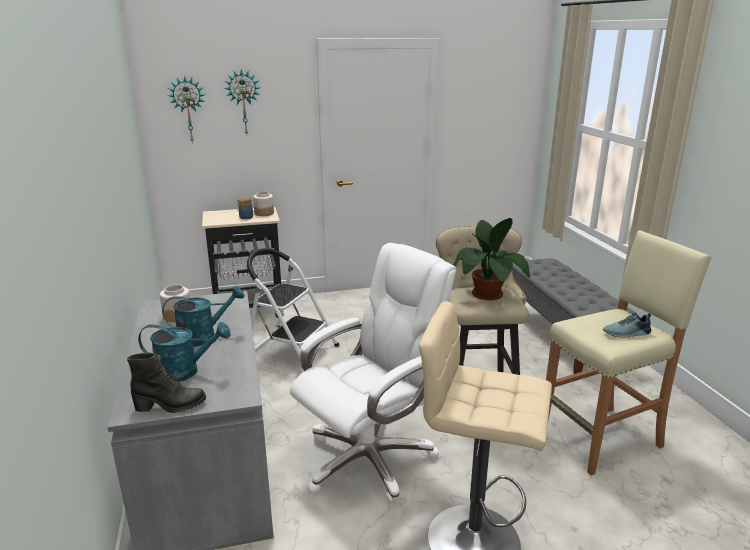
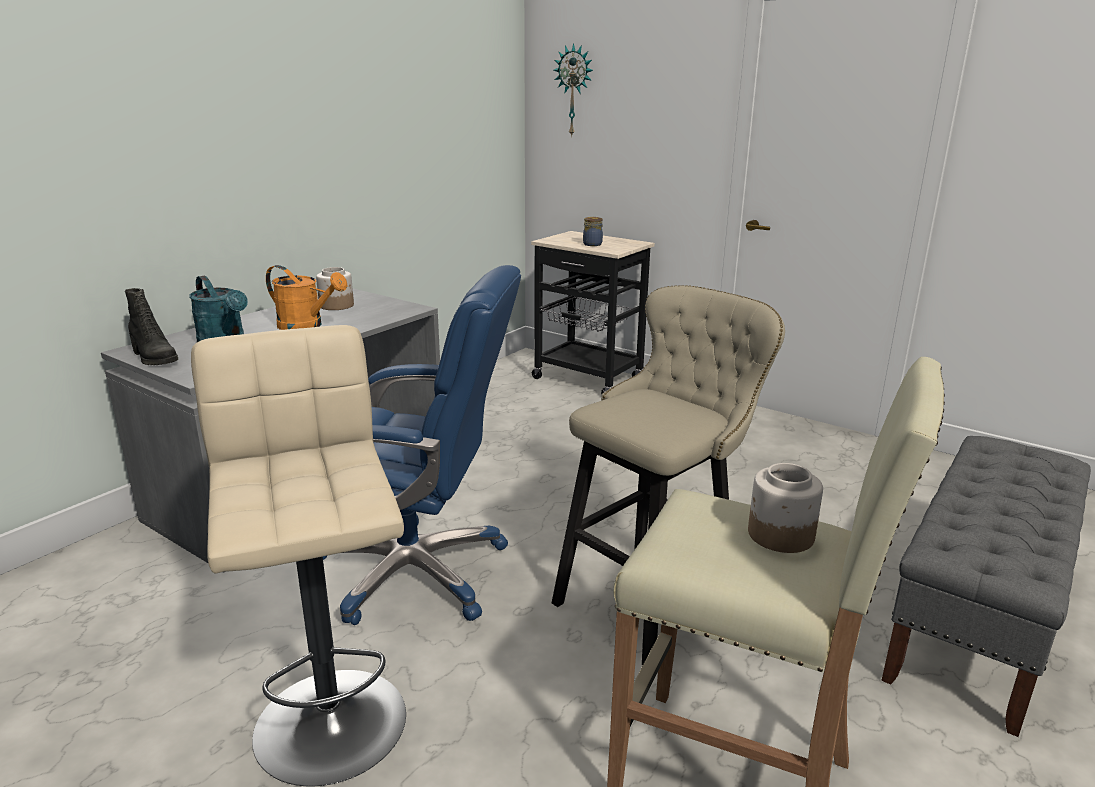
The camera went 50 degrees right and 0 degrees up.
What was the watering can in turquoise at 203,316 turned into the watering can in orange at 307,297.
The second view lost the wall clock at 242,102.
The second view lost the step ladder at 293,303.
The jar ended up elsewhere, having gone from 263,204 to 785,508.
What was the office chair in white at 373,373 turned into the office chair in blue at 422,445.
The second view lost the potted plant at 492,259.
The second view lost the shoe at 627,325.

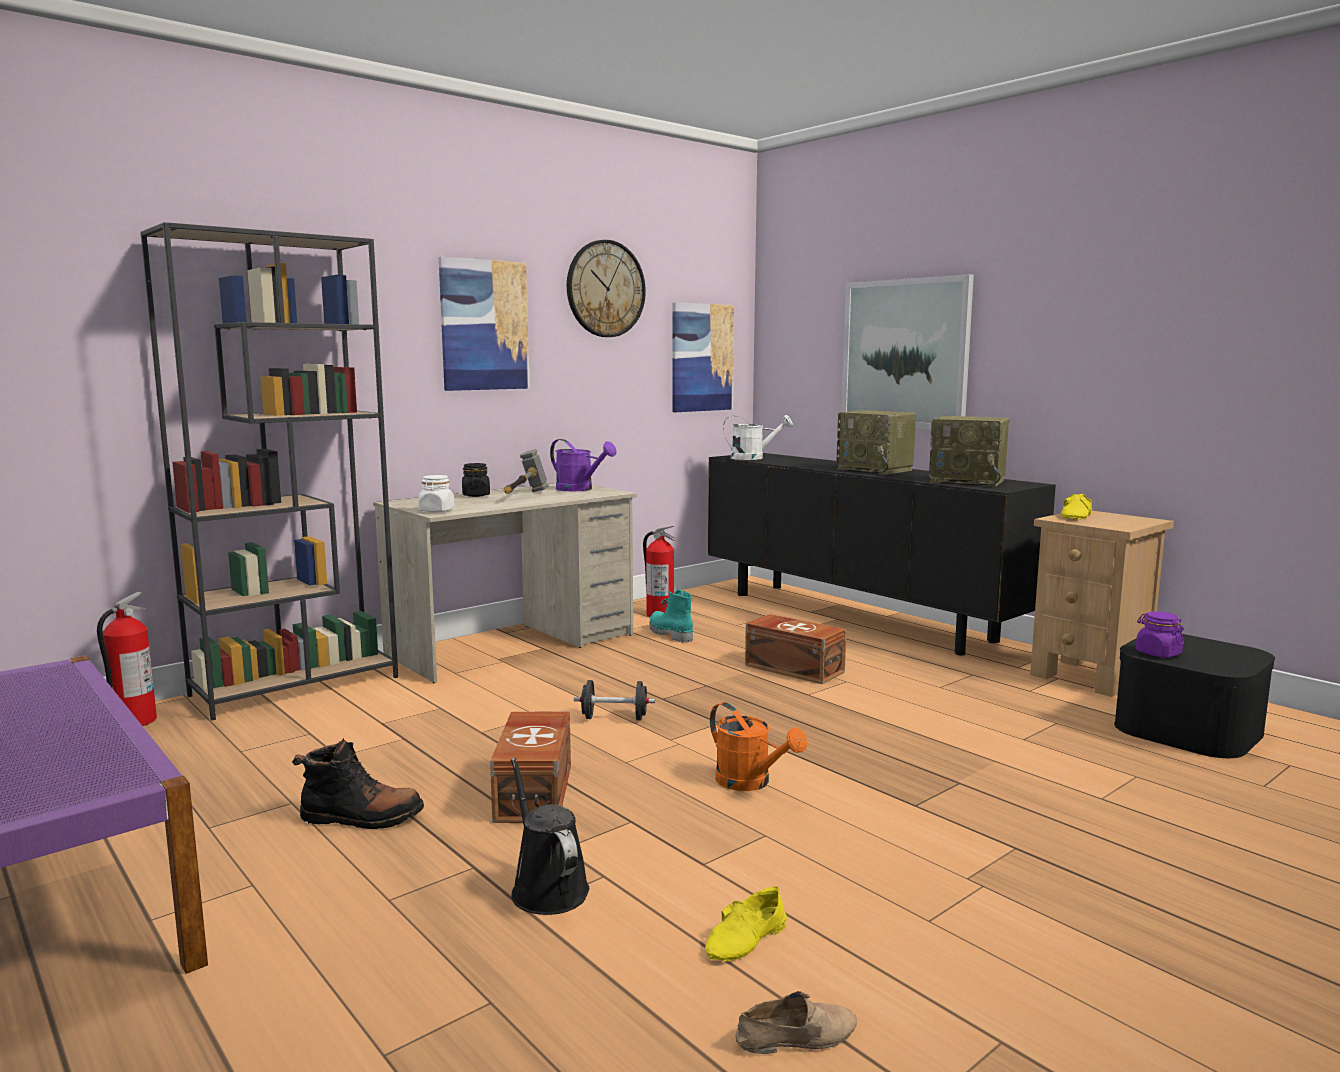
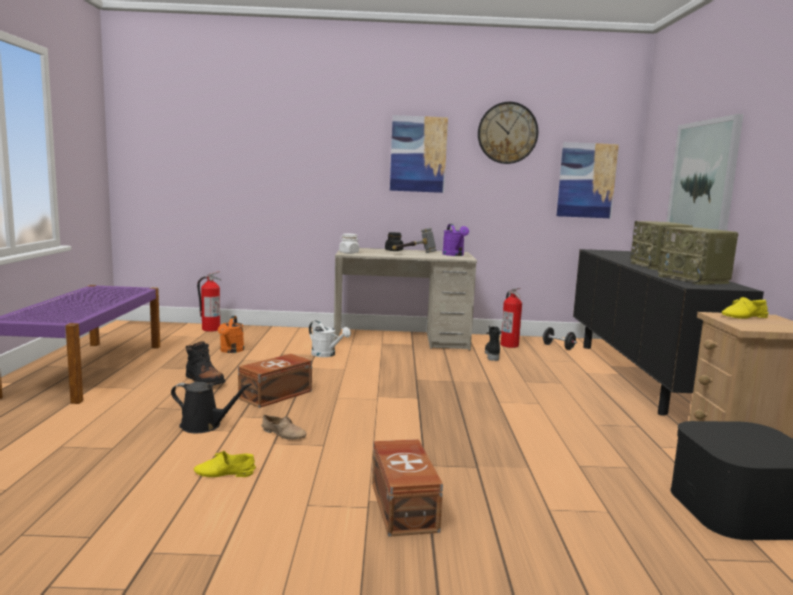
The camera went 40 degrees right and 0 degrees up.
The second view lost the bookcase at 269,471.
The watering can in black at 550,836 ended up facing another way, 90 degrees clockwise from before.
The dumbbell in black ended up elsewhere, having gone from 614,700 to 559,338.
What was the boot in turquoise at 671,616 turned into the boot in black at 493,343.
The watering can in orange ended up elsewhere, having gone from 758,746 to 231,334.
The watering can in white ended up elsewhere, having gone from 758,437 to 330,339.
The shoe in beige ended up elsewhere, having gone from 796,1022 to 284,427.
The storage box in brown ended up elsewhere, having gone from 795,649 to 407,488.
The second view lost the jar in purple at 1160,634.

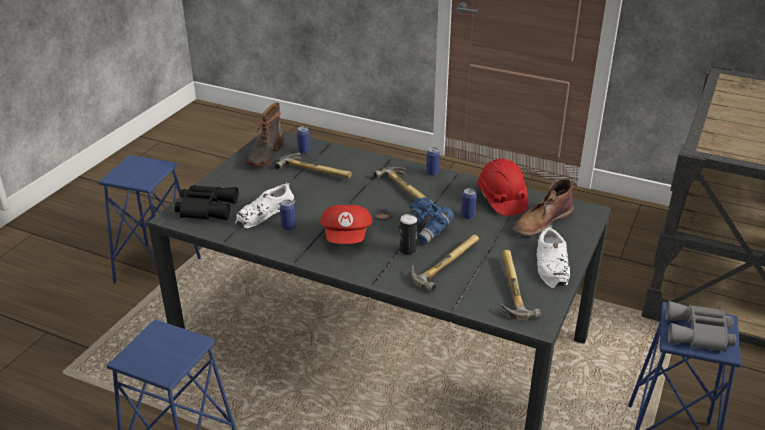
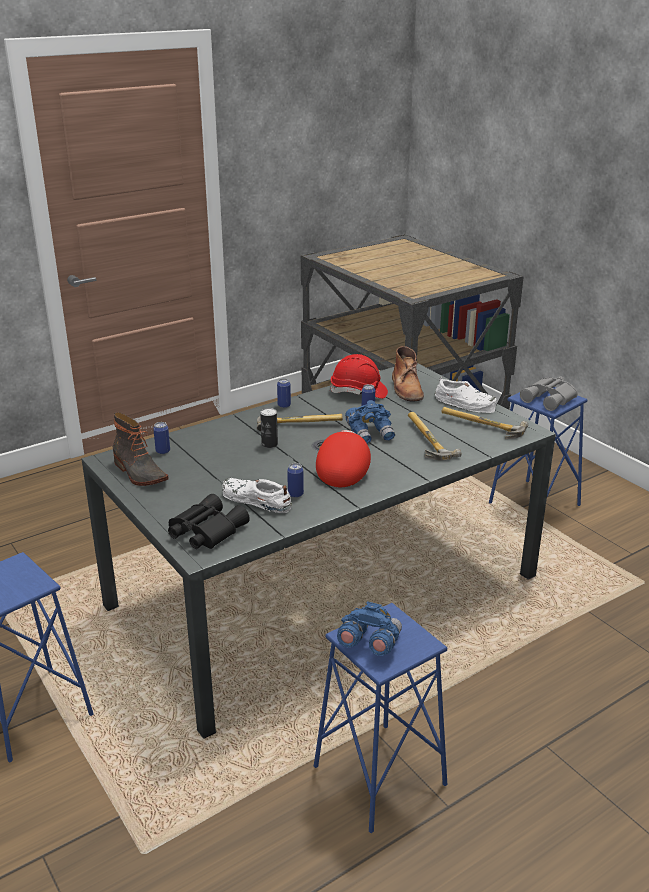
The camera went 60 degrees left and 5 degrees down.
The shoe in white at 265,204 ended up facing another way, 135 degrees clockwise from before.
The second view lost the hammer at 313,165.
The cap in red at 346,224 ended up facing another way, 105 degrees counterclockwise from before.
The can ended up elsewhere, having gone from 408,234 to 269,428.
The second view gained the binoculars in blue at 369,628.

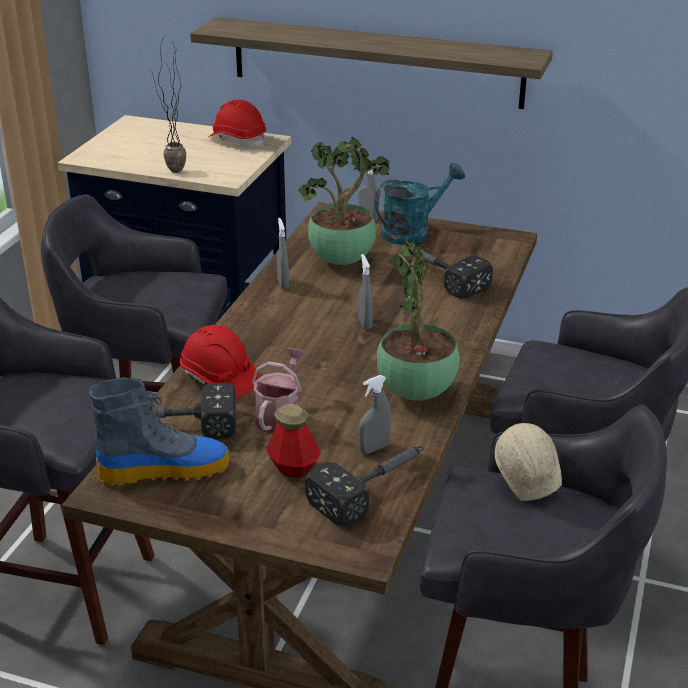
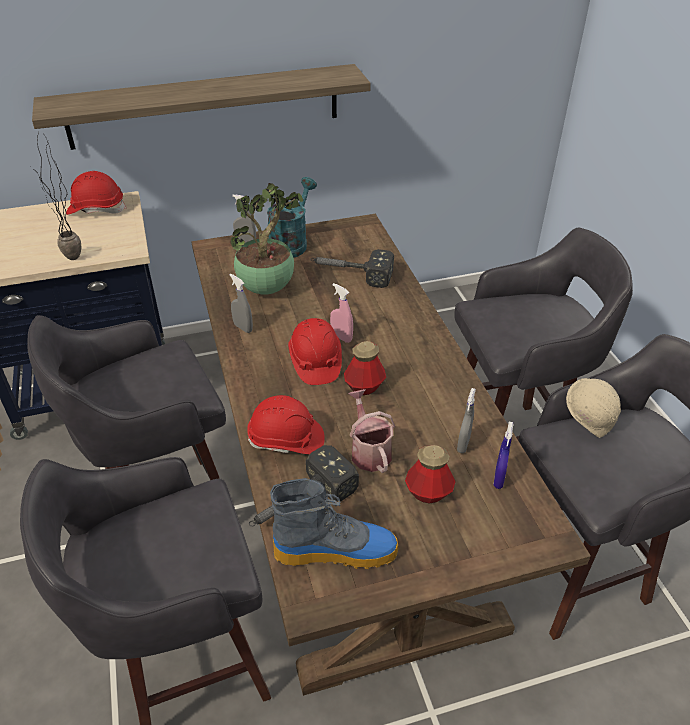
The camera went 35 degrees left and 10 degrees up.
The boot at 159,431 ended up facing another way, 45 degrees clockwise from before.
Where the hammer stood at 364,486, the spray bottle in blue came to stand at 503,455.
What was the spray bottle in grey at 365,292 turned into the spray bottle in pink at 341,313.
The second view lost the potted plant at 418,320.
The second view gained the hard hat in red at 315,351.
The second view gained the bottle at 365,368.

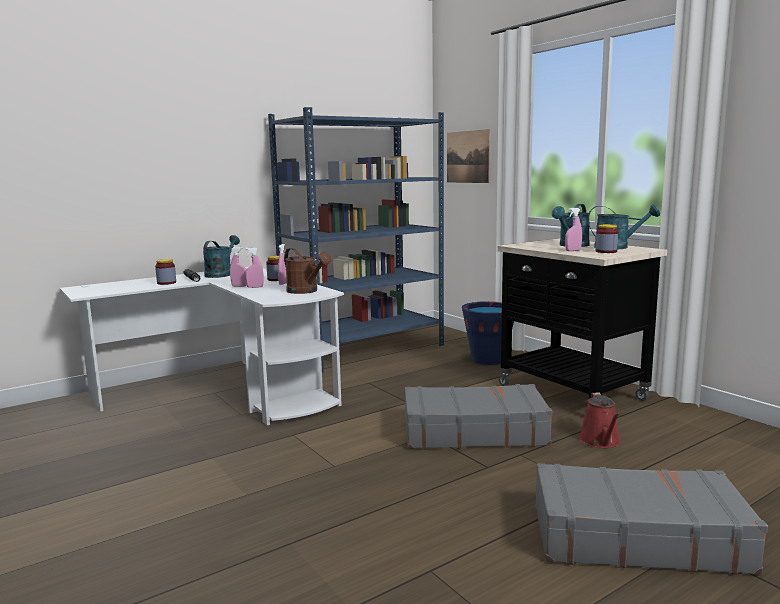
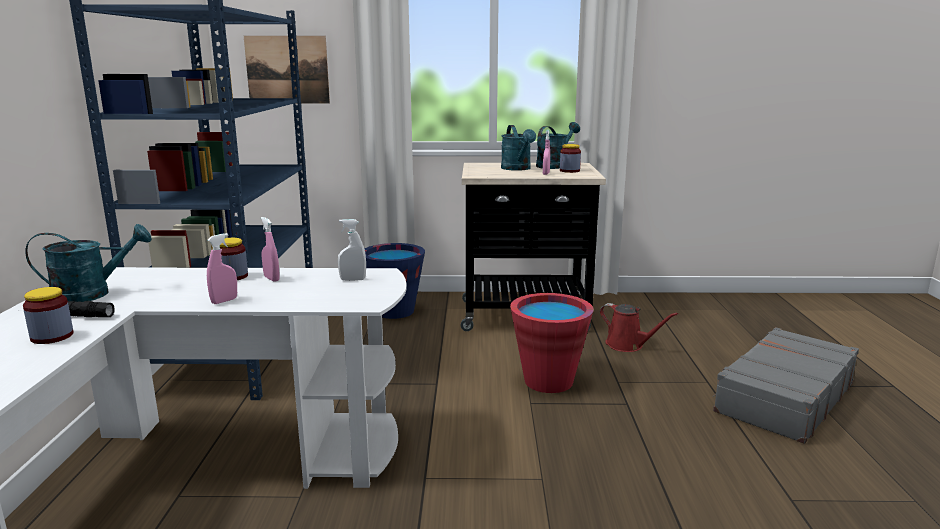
The camera went 55 degrees left and 5 degrees up.
The watering can in turquoise at 221,256 ended up facing another way, 105 degrees clockwise from before.
The second view lost the spray bottle in pink at 254,267.
Where the watering can in brown stood at 307,271, the spray bottle in white came to stand at 352,250.
Where the suitcase in grey stood at 479,416, the bucket in red came to stand at 552,343.

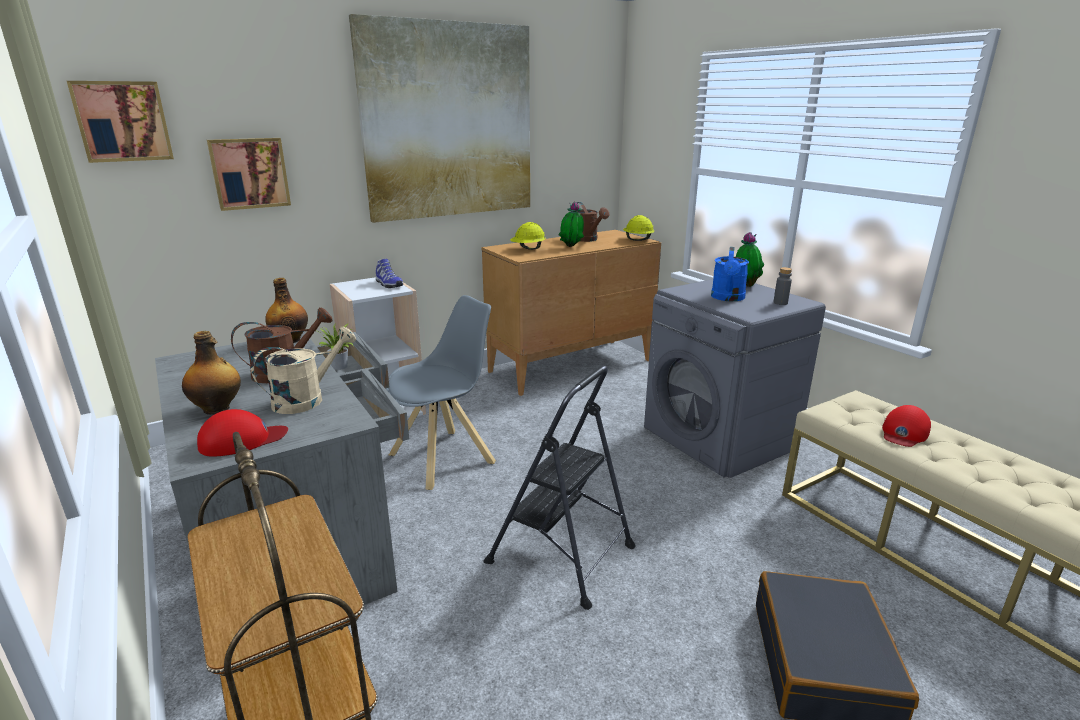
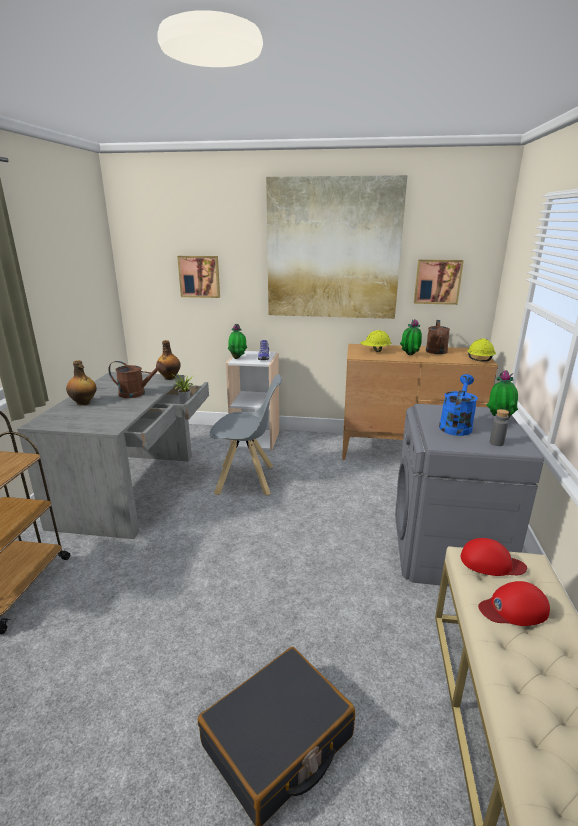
The camera went 40 degrees right and 0 degrees up.
The picture ended up elsewhere, having gone from 120,122 to 439,282.
The cap in red ended up elsewhere, having gone from 242,433 to 494,557.
The second view lost the watering can in beige at 303,370.
The second view lost the step ladder in black at 559,488.
The watering can in blue at 730,274 ended up facing another way, 150 degrees clockwise from before.
The second view gained the potted plant at 237,341.

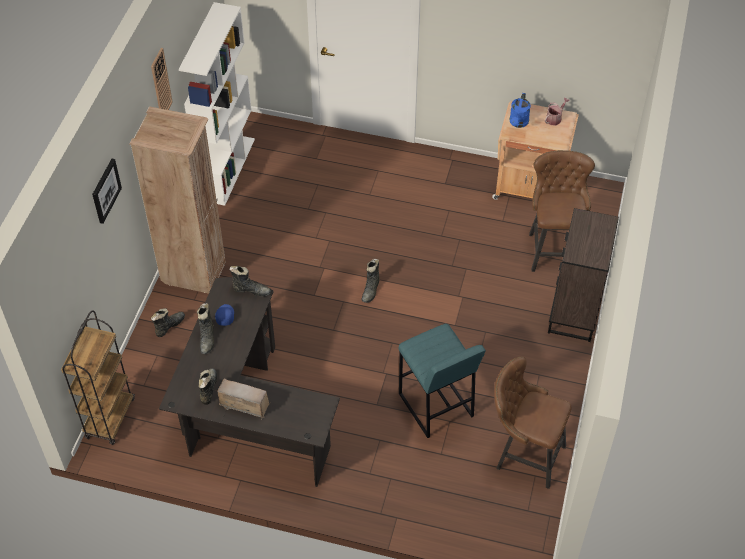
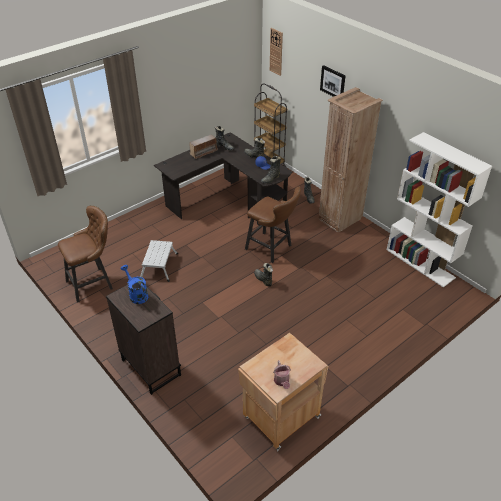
The camera went 125 degrees right and 10 degrees down.
The wall clock ended up elsewhere, having gone from 162,79 to 276,52.
Where the stool in turquoise stood at 442,381, the step ladder in white came to stand at 159,261.
The watering can in blue ended up elsewhere, having gone from 520,110 to 134,284.
The stool in brown ended up elsewhere, having gone from 562,211 to 273,224.

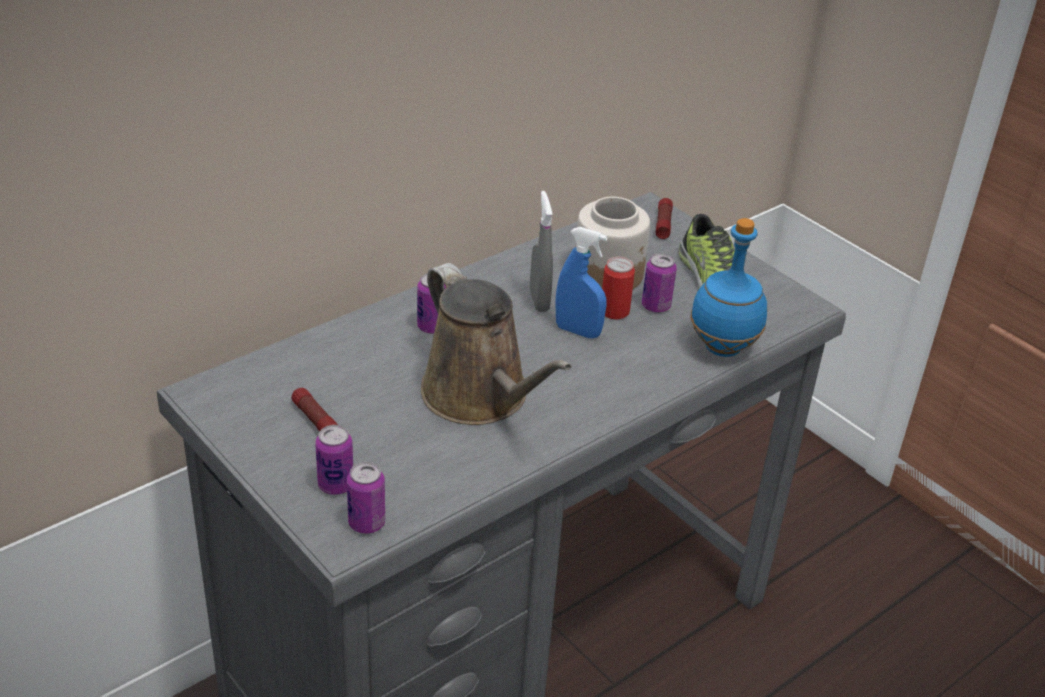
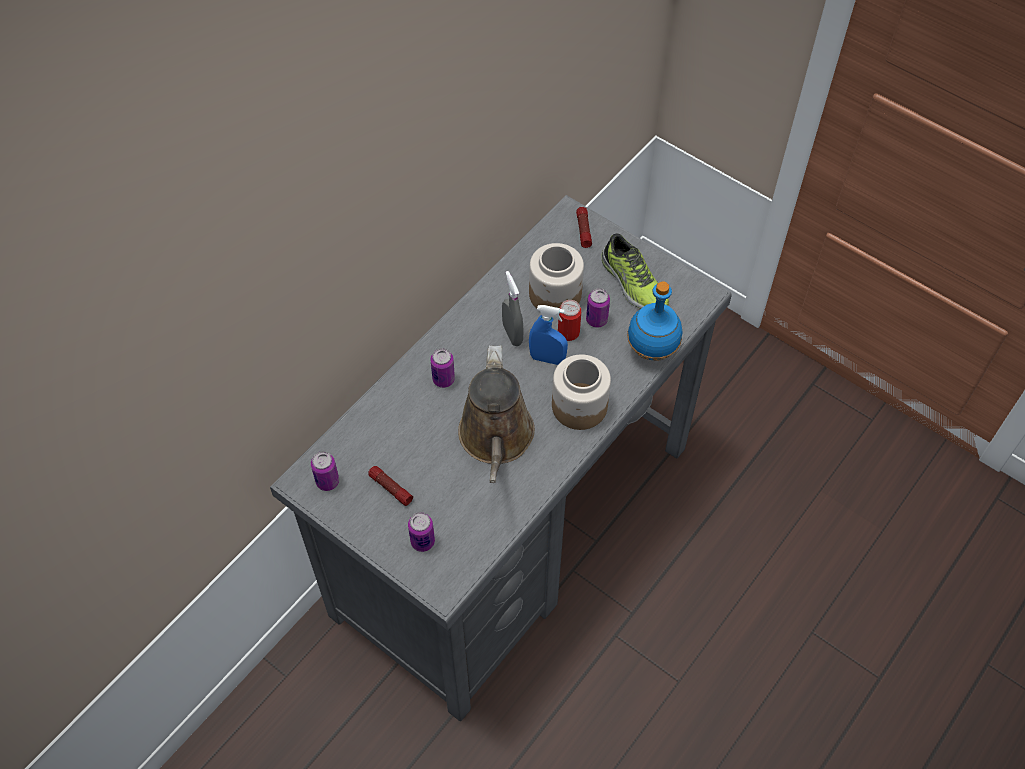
The camera went 10 degrees left and 20 degrees up.
The can ended up elsewhere, having gone from 366,498 to 325,471.
The watering can in brown at 496,344 ended up facing another way, 45 degrees clockwise from before.
The second view gained the jar at 581,392.

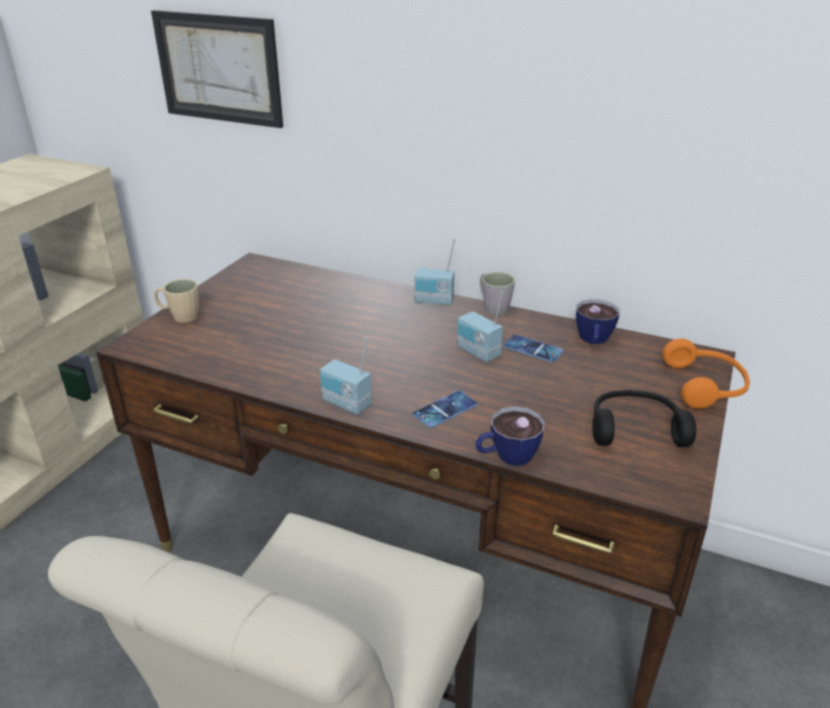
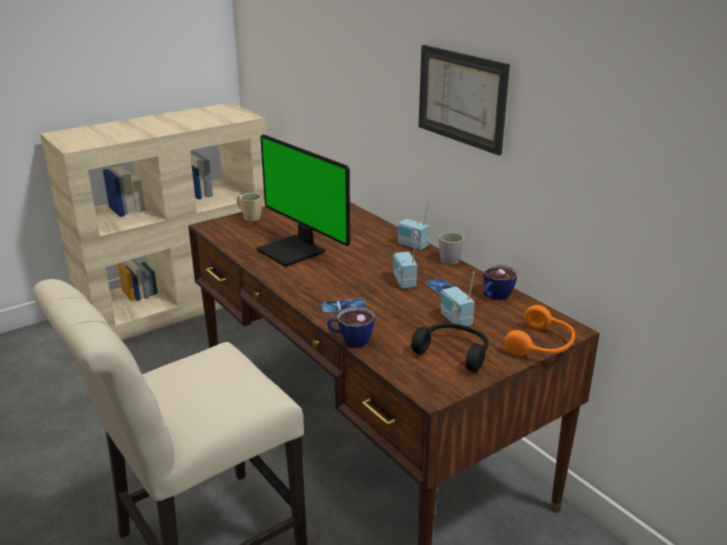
The camera went 30 degrees right and 5 degrees down.
The picture ended up elsewhere, having gone from 217,69 to 464,100.
The radio ended up elsewhere, having gone from 346,375 to 458,299.
The second view gained the monitor at 303,200.

